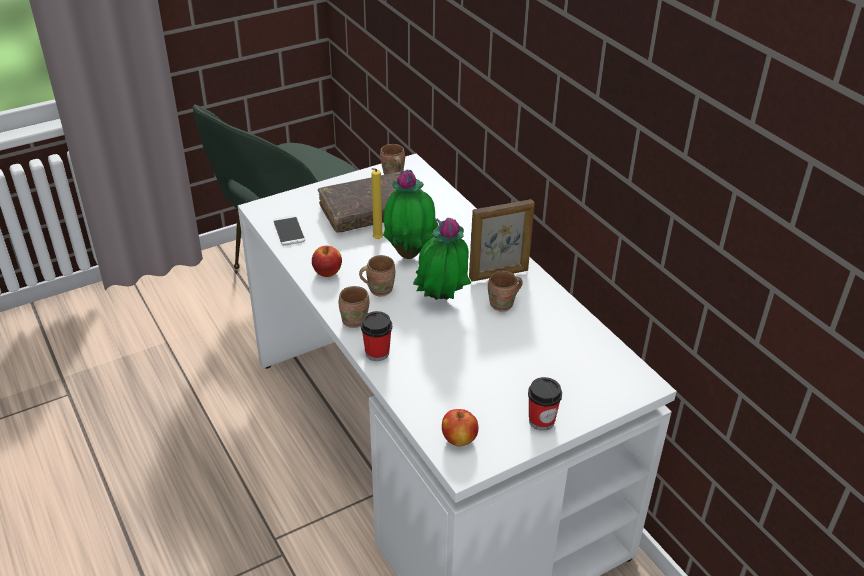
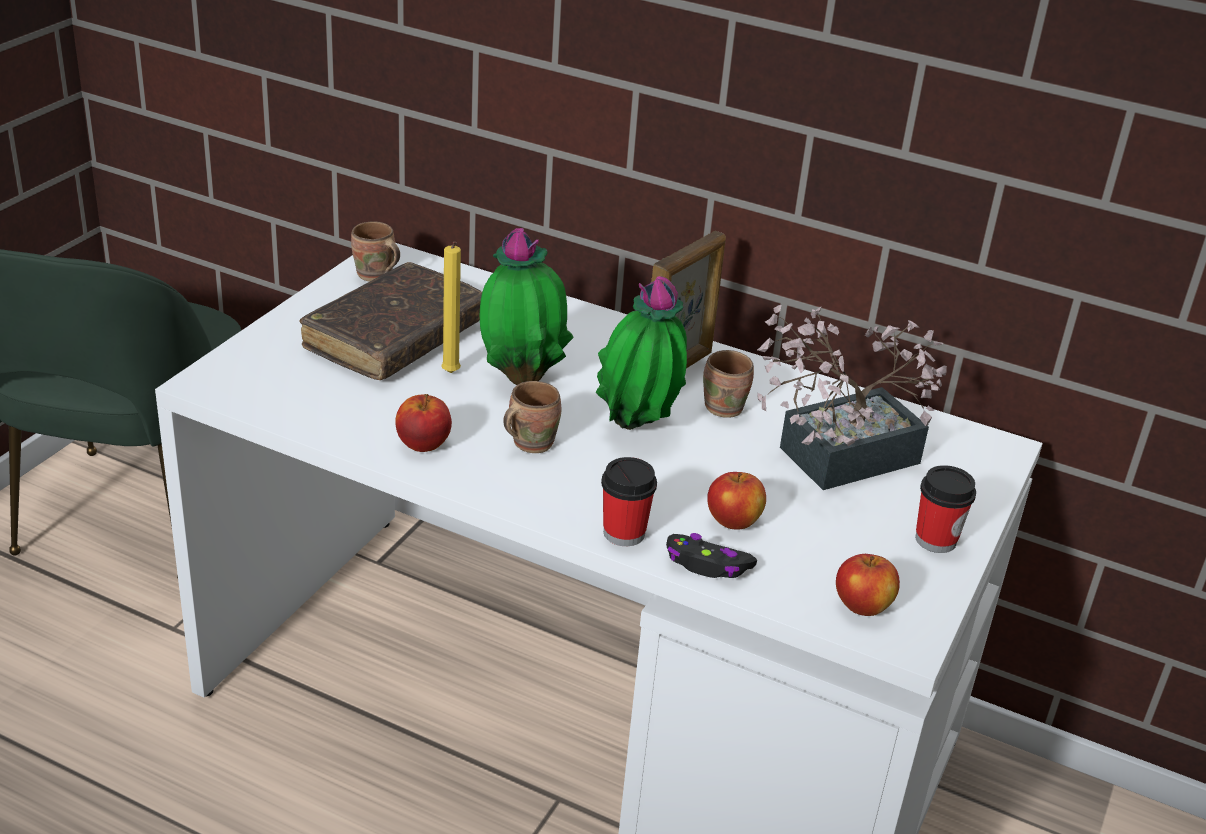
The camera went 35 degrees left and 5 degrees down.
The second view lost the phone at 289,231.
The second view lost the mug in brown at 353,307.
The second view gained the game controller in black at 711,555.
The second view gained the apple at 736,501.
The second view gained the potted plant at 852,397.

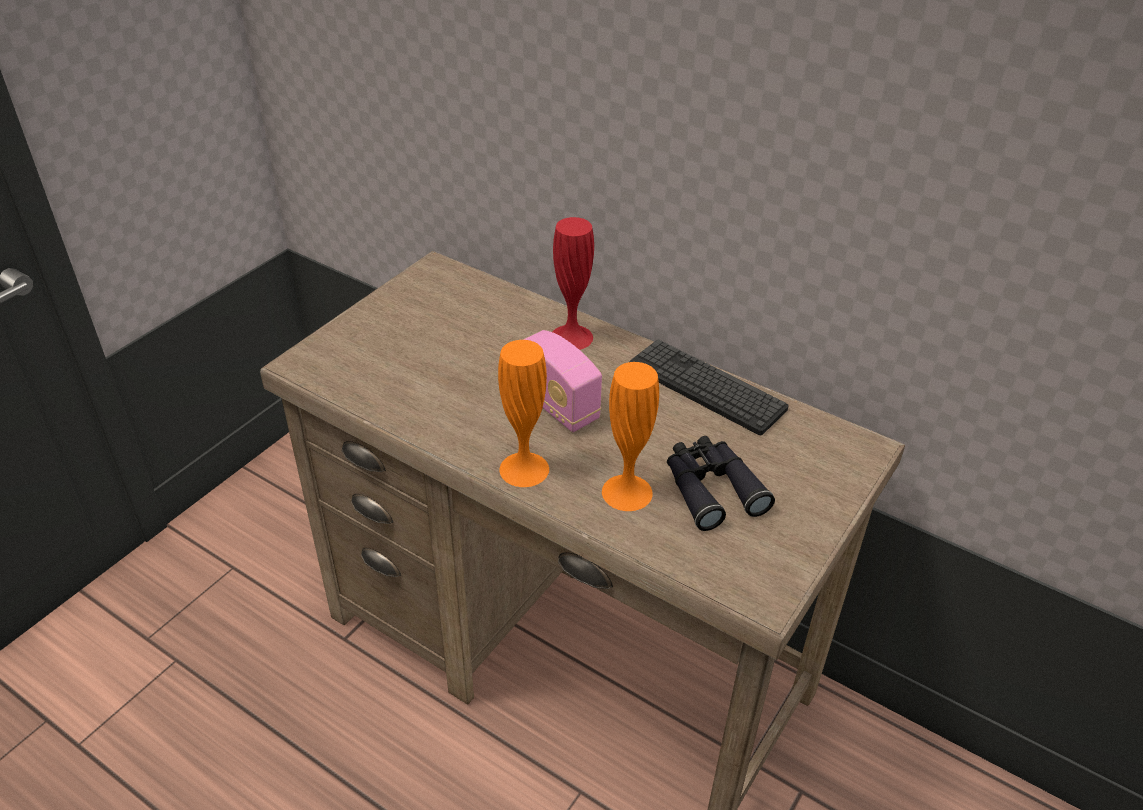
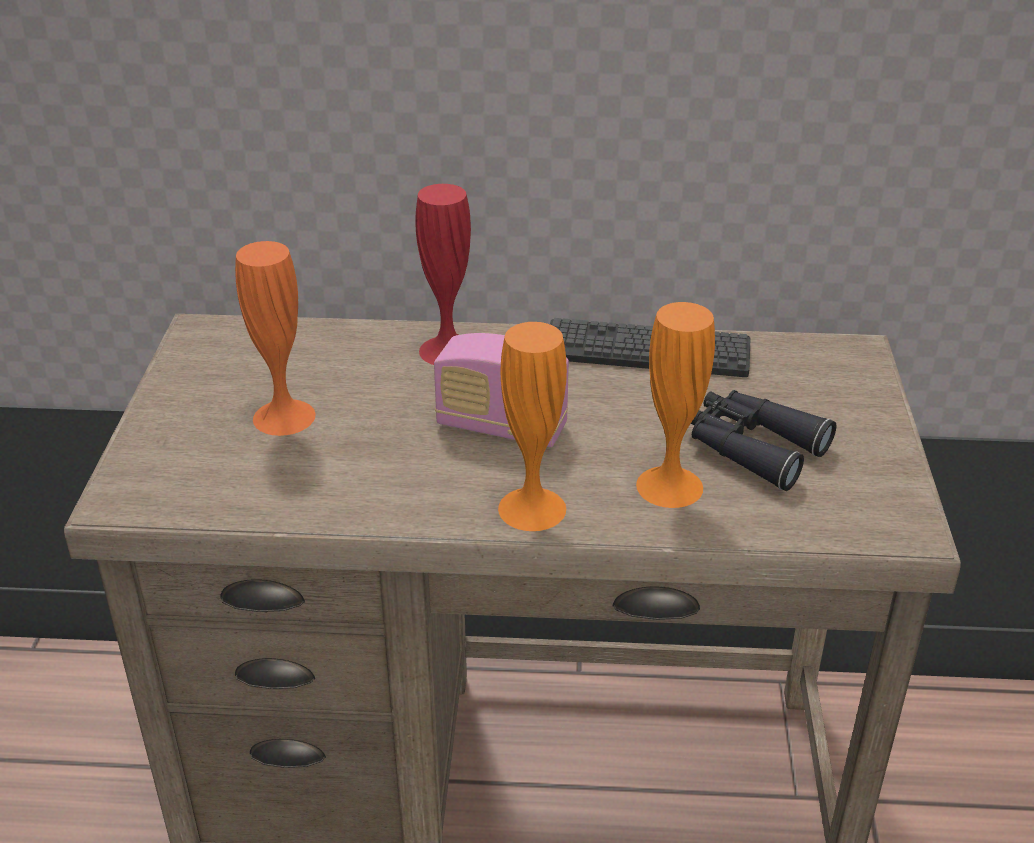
The camera went 30 degrees left and 5 degrees down.
The second view gained the vase in orange at 275,338.

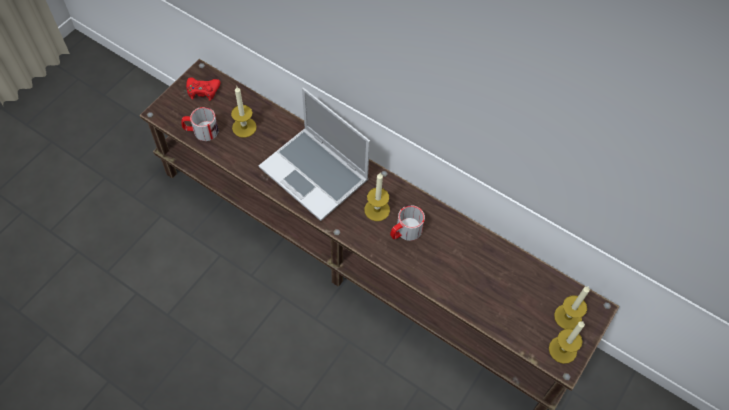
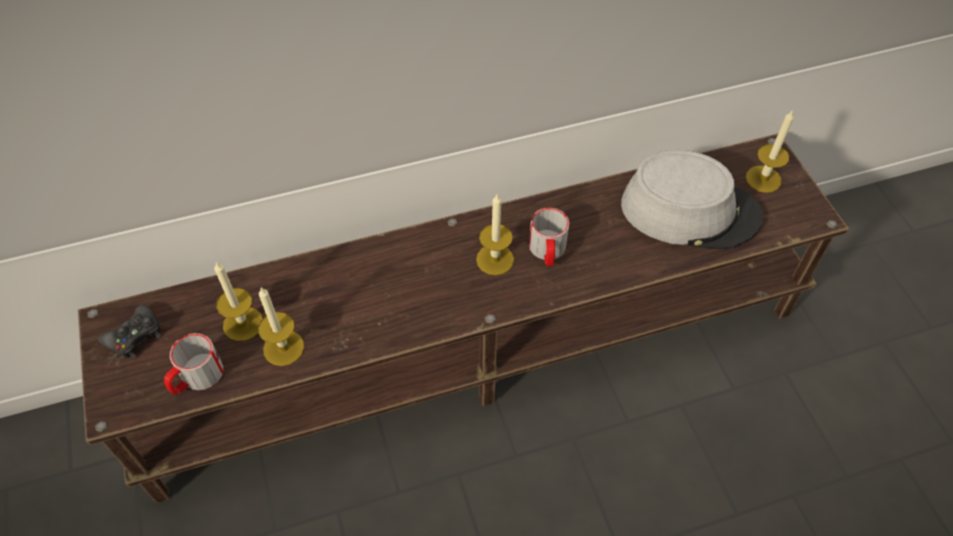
The camera went 50 degrees left and 5 degrees down.
What was the game controller in red at 203,89 turned into the game controller in black at 129,331.
The second view lost the laptop at 314,154.
The candle ended up elsewhere, having gone from 567,342 to 281,326.
The second view gained the hat in grey at 692,200.

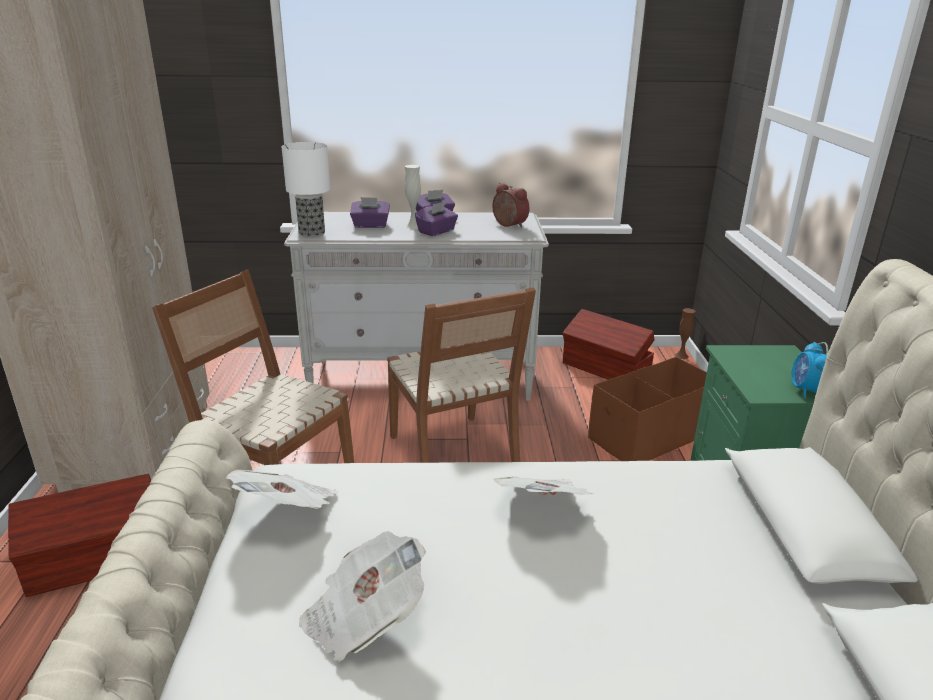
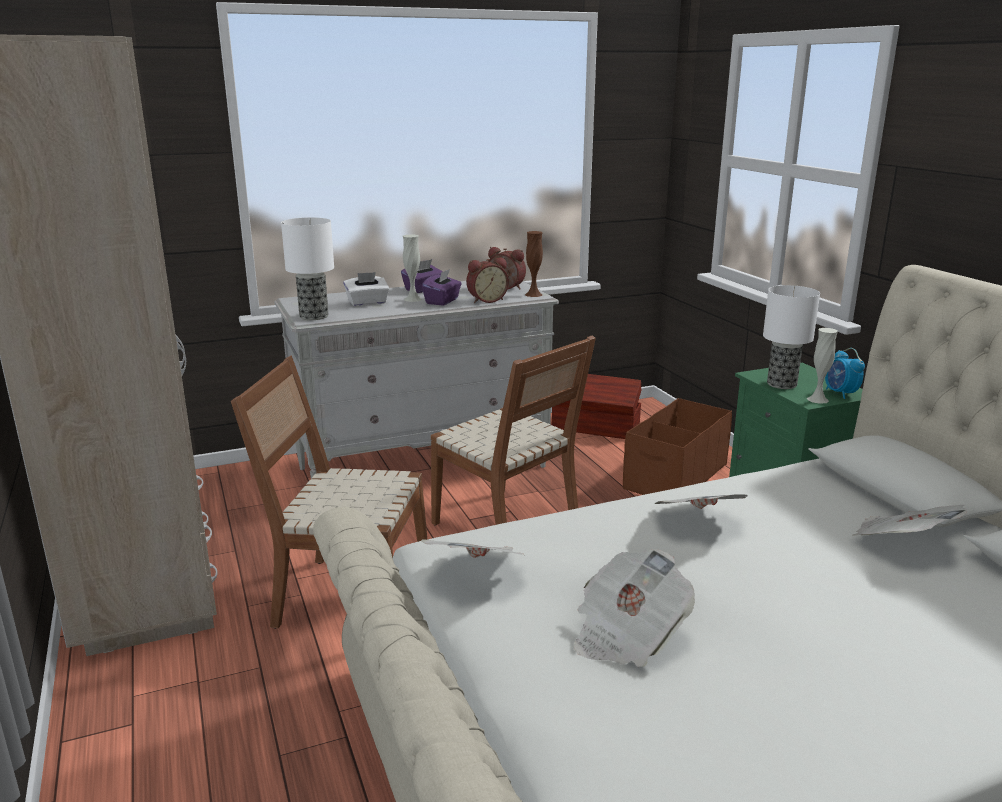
The camera went 20 degrees left and 5 degrees down.
The second view lost the storage box in brown at 79,535.
What was the tissue box in purple at 370,212 turned into the tissue box in white at 366,289.
The vase in brown ended up elsewhere, having gone from 684,333 to 534,264.
The second view gained the alarm clock at 487,280.
The second view gained the table lamp at 791,337.
The second view gained the vase in white at 822,366.
The second view gained the newspaper at 909,520.

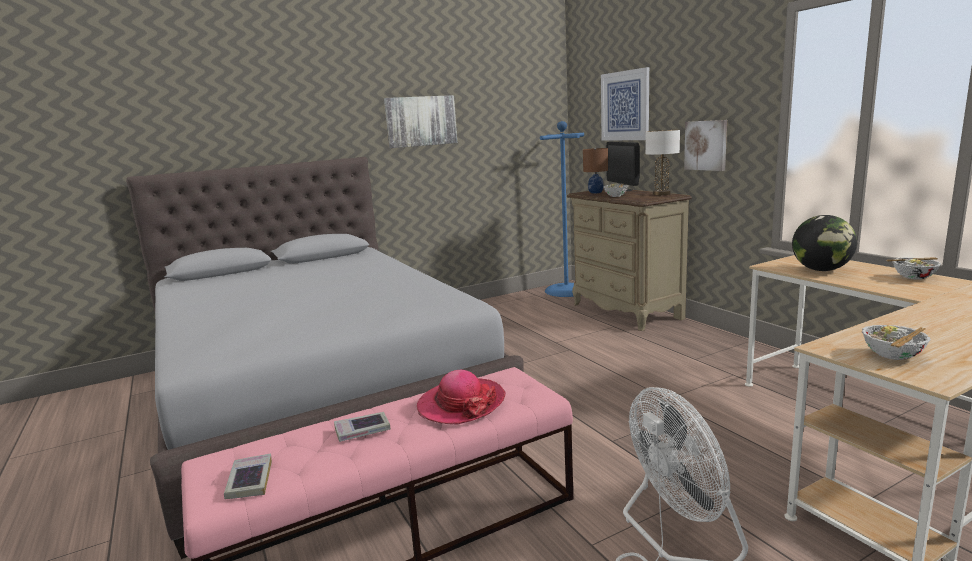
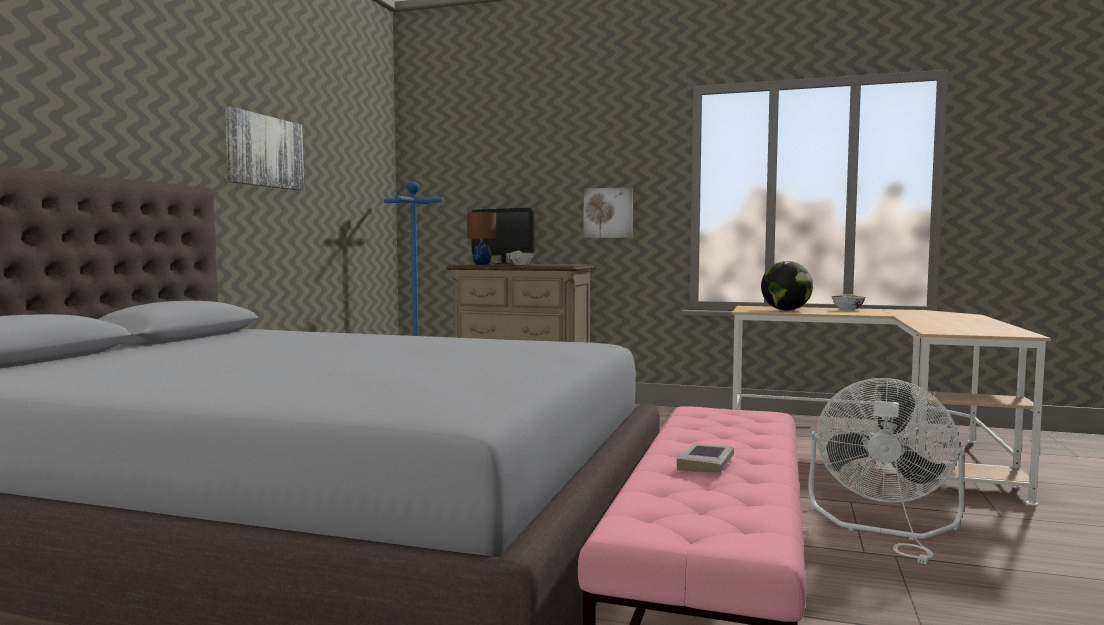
The camera went 45 degrees left and 10 degrees down.
The second view lost the book at 248,476.
The second view lost the hat at 461,397.
The second view lost the picture at 625,104.
The second view lost the table lamp at 662,162.
The second view lost the bowl at 896,342.

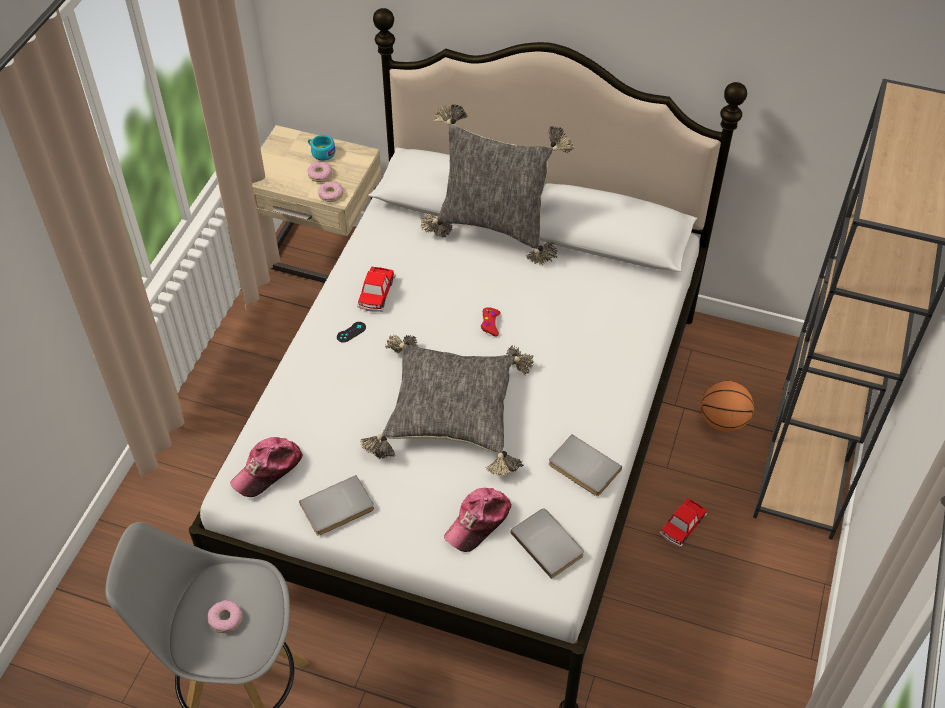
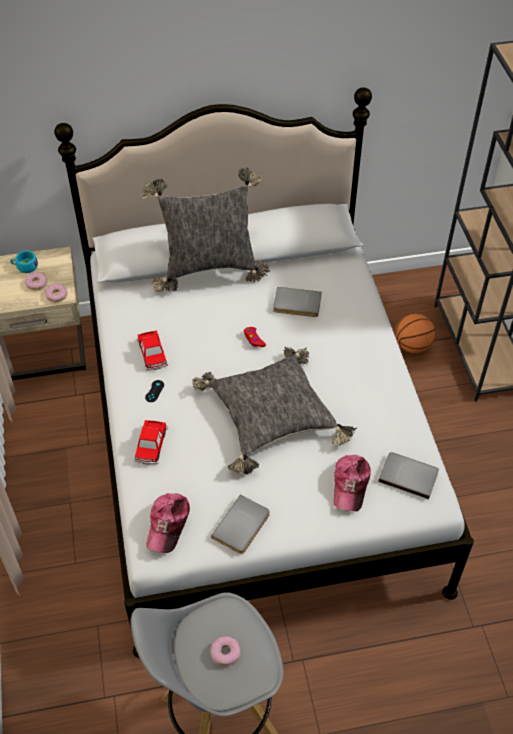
The camera went 30 degrees left and 0 degrees up.
The book in grey ended up elsewhere, having gone from 585,465 to 297,302.
The toy car ended up elsewhere, having gone from 683,522 to 151,442.

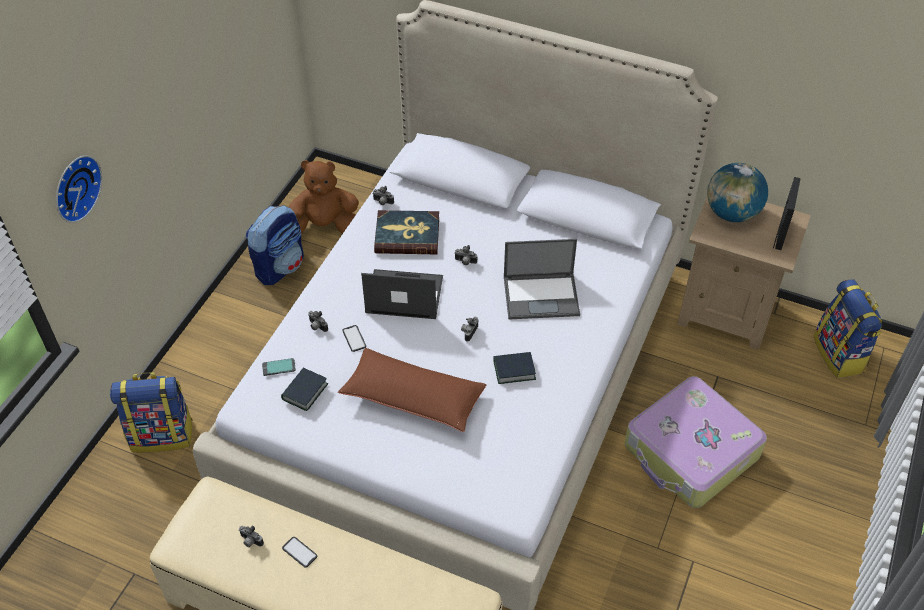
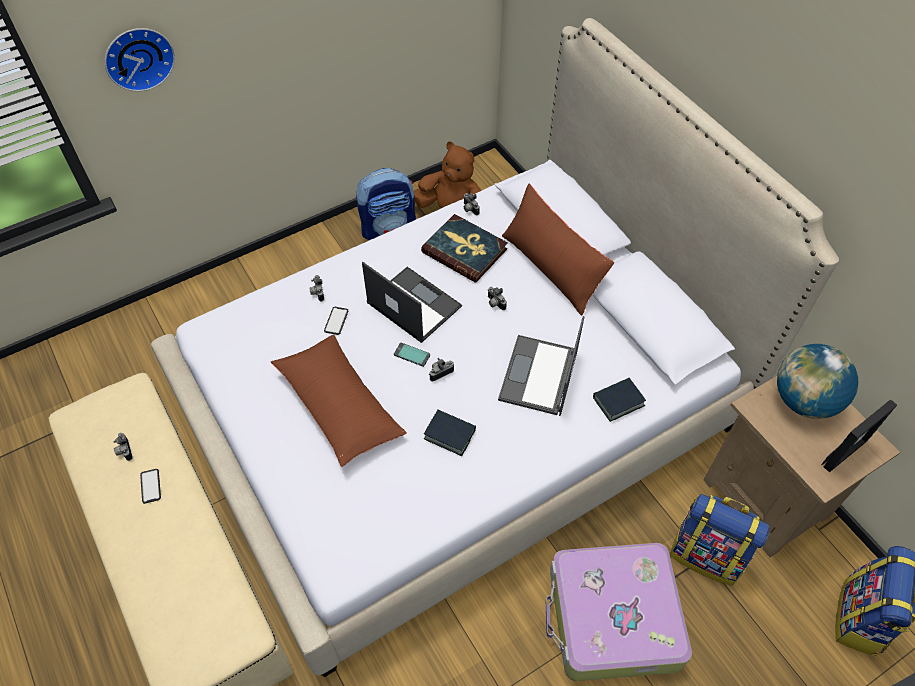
The camera went 35 degrees right and 5 degrees up.
The backpack ended up elsewhere, having gone from 151,412 to 719,540.
The phone ended up elsewhere, having gone from 279,367 to 412,355.
The book ended up elsewhere, having gone from 304,389 to 619,400.
The laptop at 542,279 ended up facing another way, 75 degrees clockwise from before.
The second view gained the pillow in brown at 558,249.

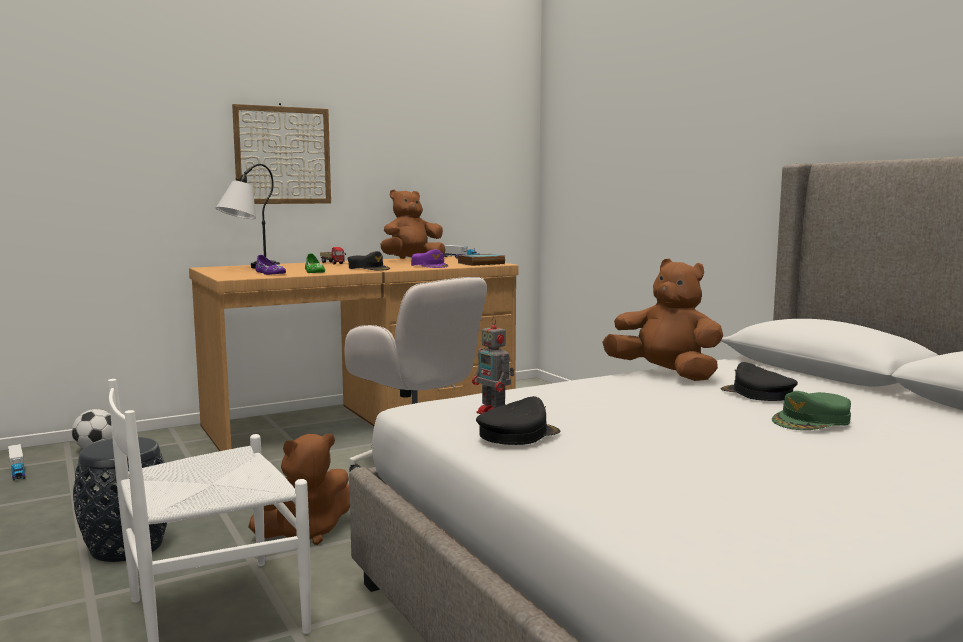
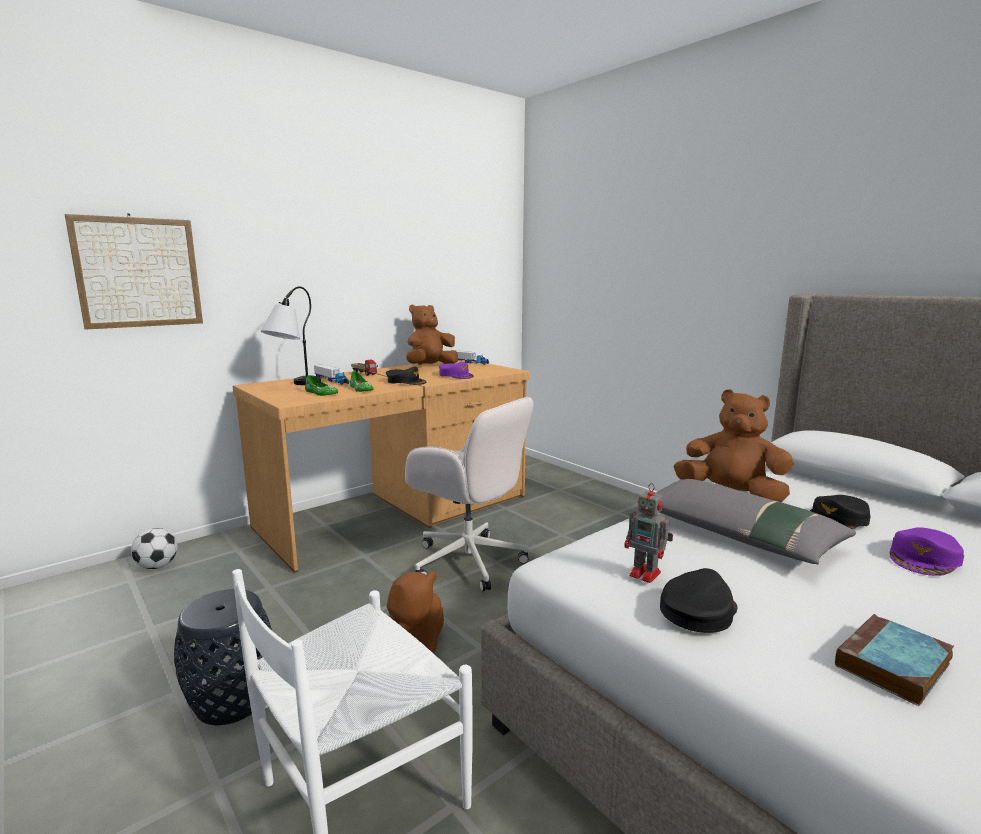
The camera went 10 degrees left and 5 degrees up.
The toy truck ended up elsewhere, having gone from 16,462 to 332,374.
The picture ended up elsewhere, having gone from 281,153 to 134,271.
What was the shoe in purple at 270,265 turned into the shoe in green at 321,385.
The book ended up elsewhere, having gone from 481,260 to 894,660.
The cap in black at 759,381 ended up facing another way, 75 degrees counterclockwise from before.
What was the cap in green at 811,410 turned into the cap in purple at 927,551.
The second view gained the pillow in grey at 746,521.

